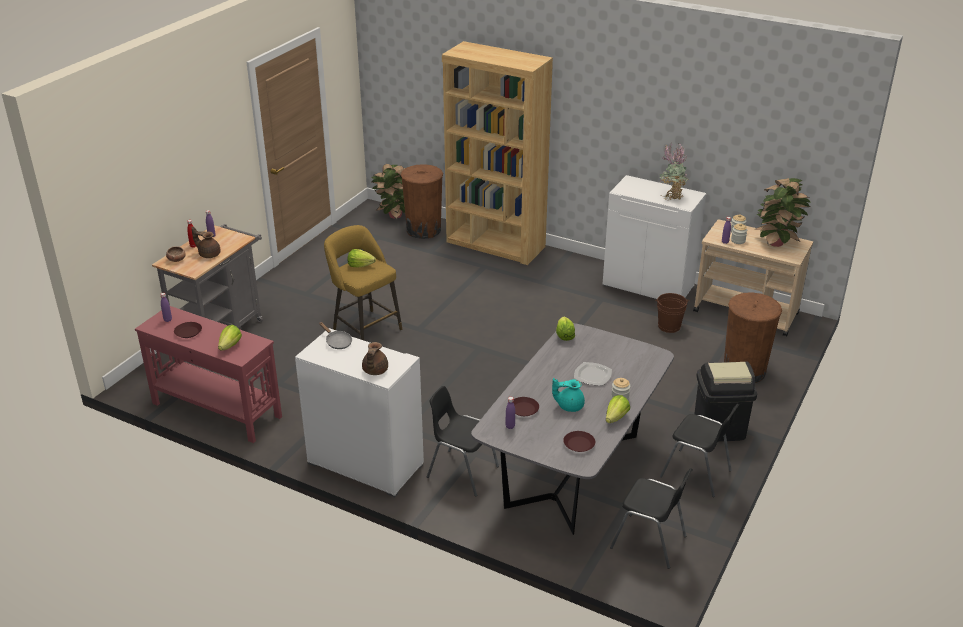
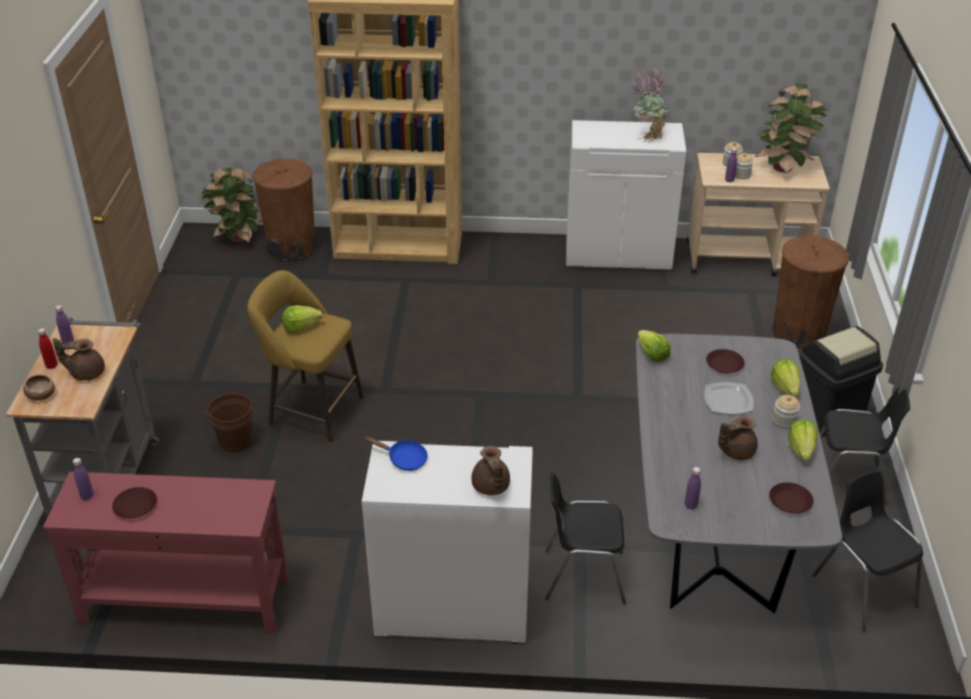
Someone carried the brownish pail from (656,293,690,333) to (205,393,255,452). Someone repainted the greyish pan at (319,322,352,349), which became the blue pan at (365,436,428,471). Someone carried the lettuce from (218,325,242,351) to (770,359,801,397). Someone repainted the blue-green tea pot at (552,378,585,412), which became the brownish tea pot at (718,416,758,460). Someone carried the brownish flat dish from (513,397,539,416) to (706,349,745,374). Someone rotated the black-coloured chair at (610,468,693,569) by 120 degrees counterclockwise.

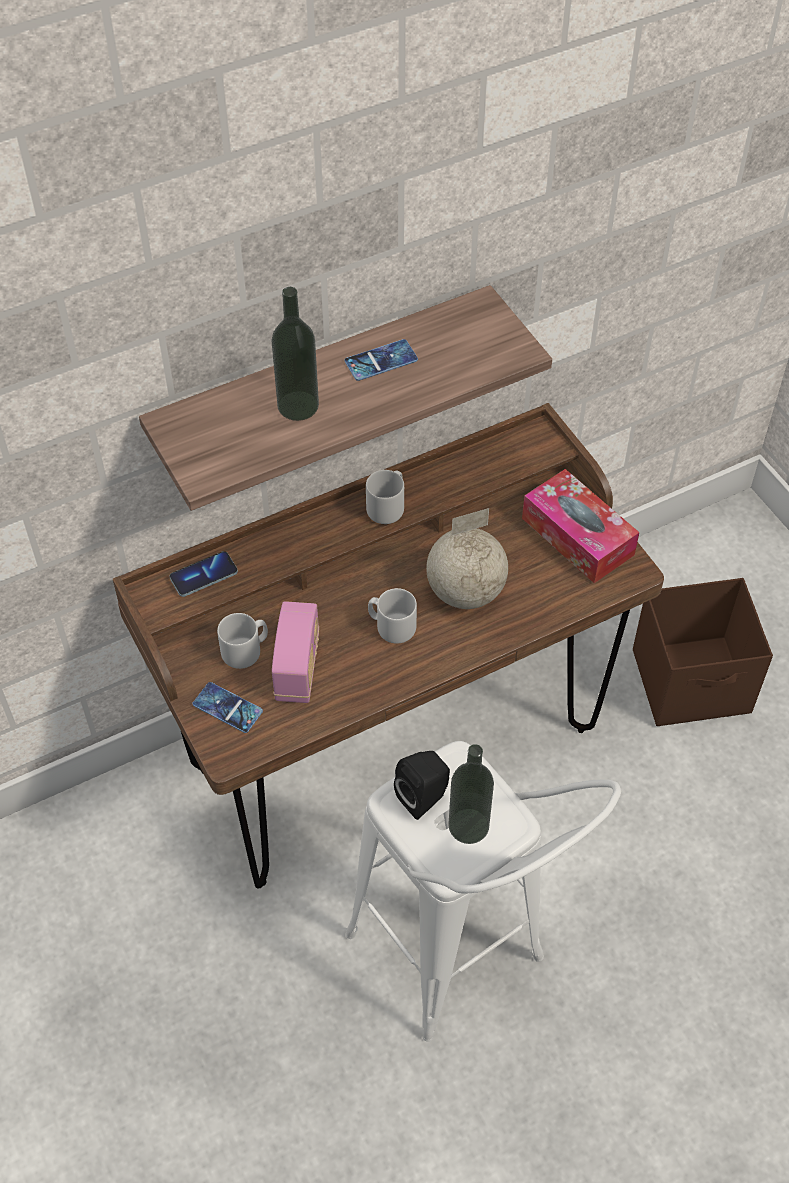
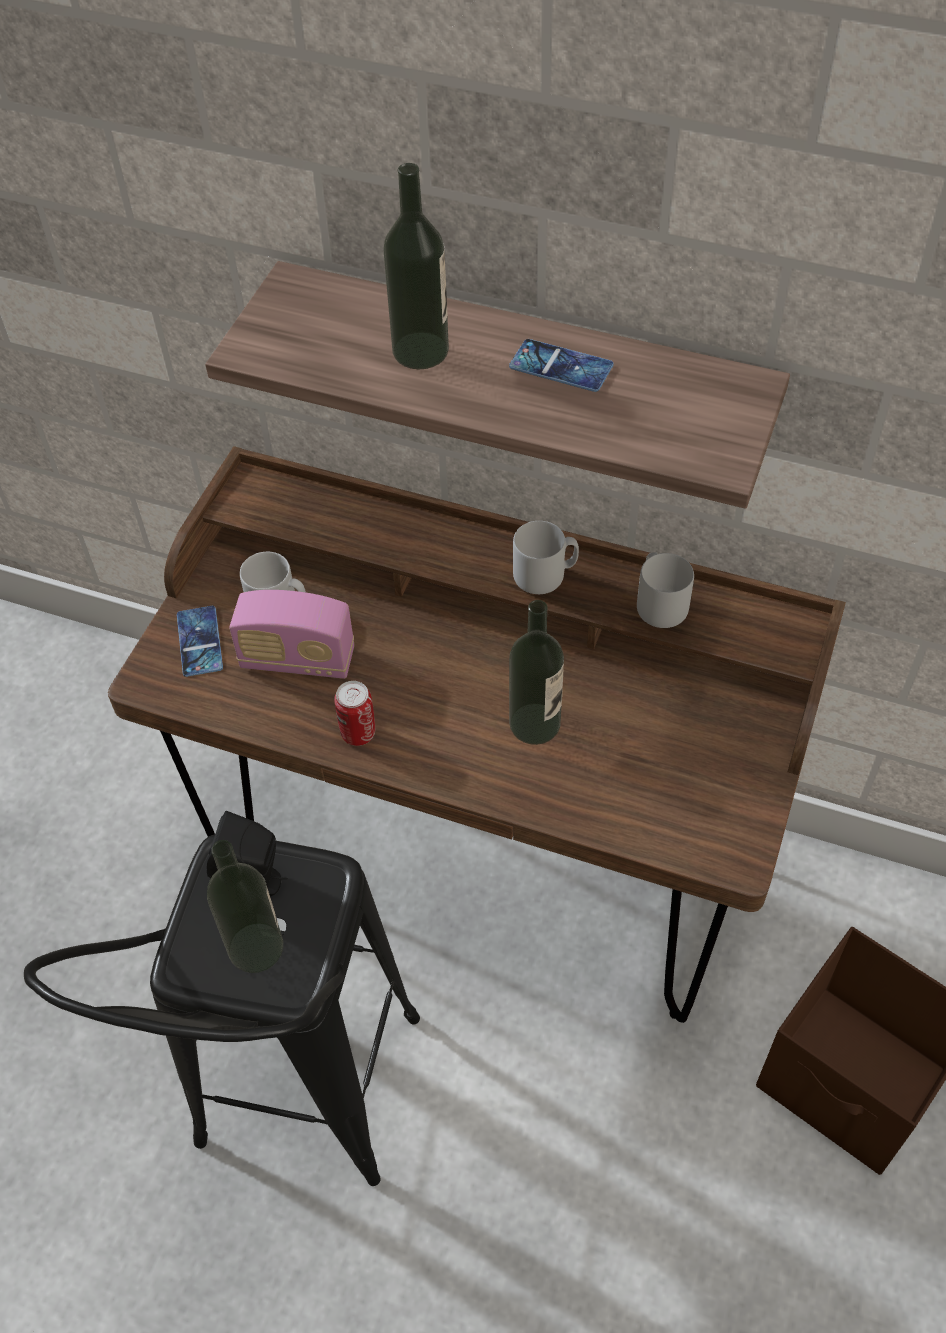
Someone took away the tissue holder at (522,469,640,583). Someone swapped the desk globe at (426,508,508,609) for the beverage bottle at (509,600,564,745). Someone took away the handset at (169,551,238,597). Someone carried the greyish coffee mug from (368,588,417,644) to (637,552,694,628). Someone rotated the radio receiver at (272,601,319,703) by 45 degrees clockwise. Someone repainted the white-coloured sitting stool at (346,741,621,1042), which became the black-coloured sitting stool at (24,834,420,1186). Someone put down the sealed can at (334,681,375,746).

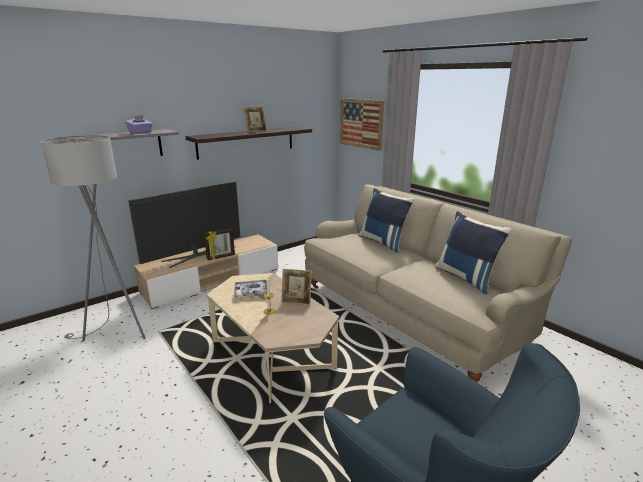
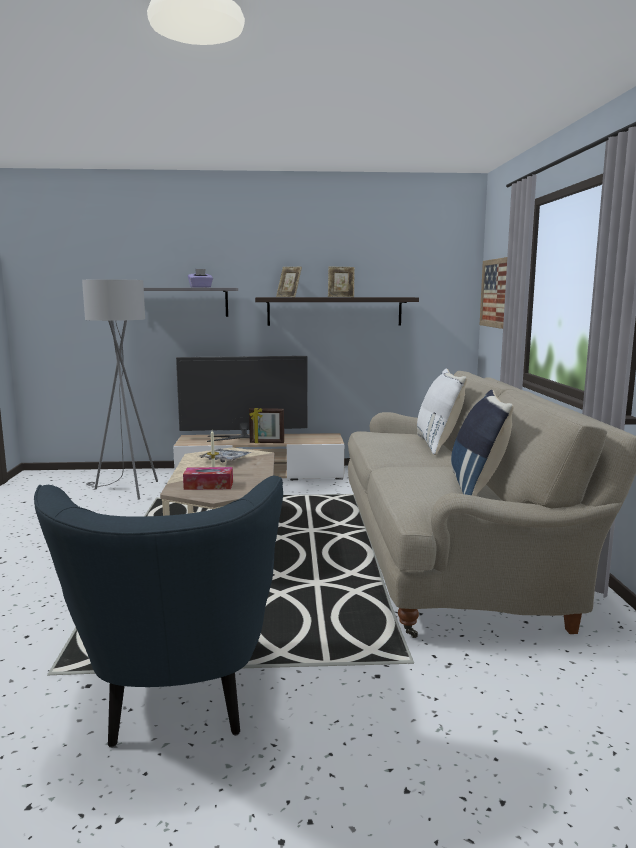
Someone repainted the blue throw pillow at (359,188,414,253), which became the white-coloured throw pillow at (417,369,467,455). Someone carried the standing frame from (281,269,312,305) to (276,267,302,297). Someone put down the tissue holder at (183,467,233,490).

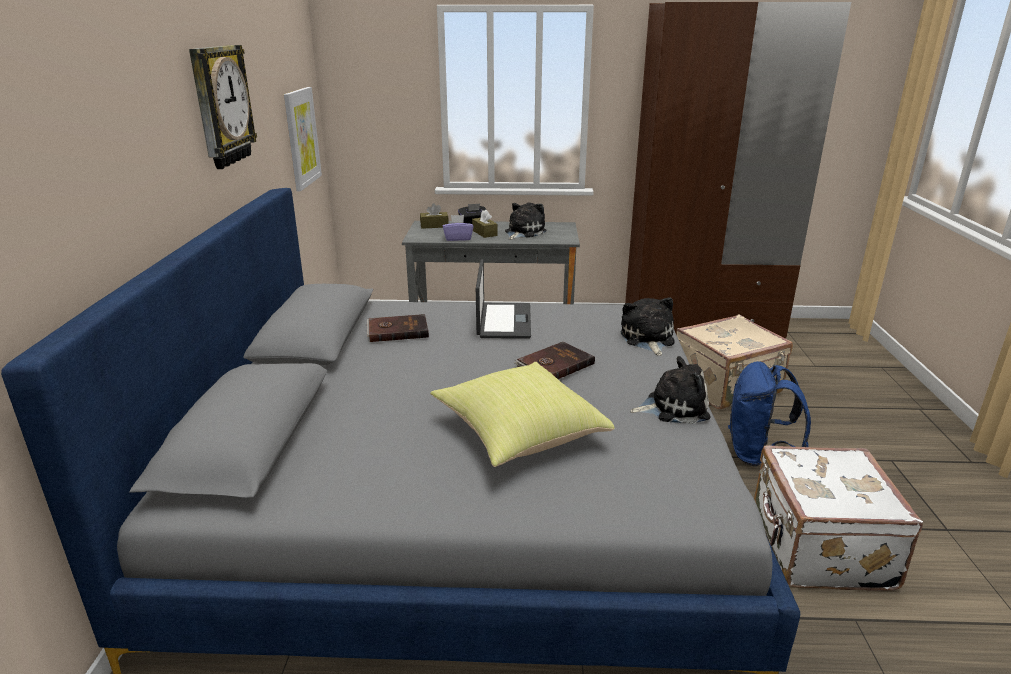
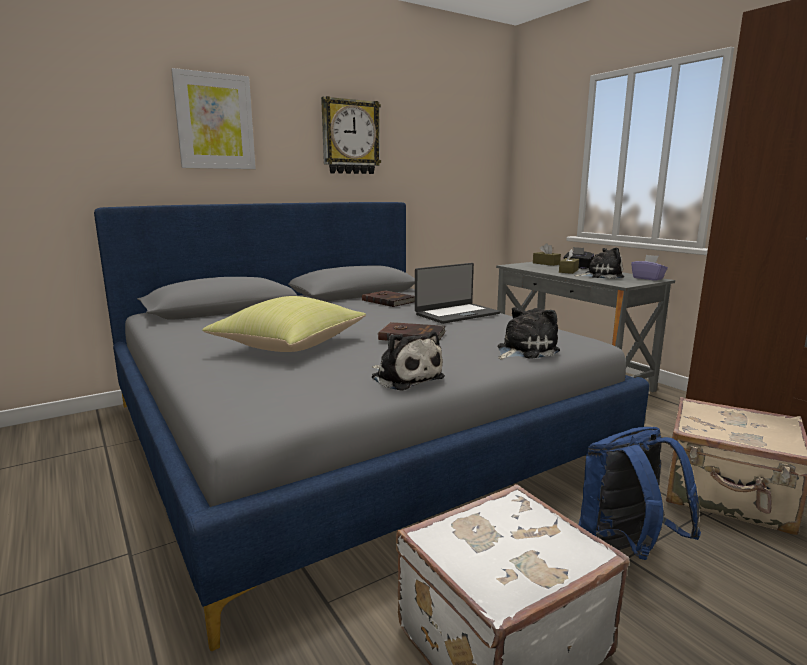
Someone carried the wall picture from (284,87,322,191) to (171,68,256,169). Someone carried the purple-coloured tissue holder from (443,215,474,241) to (631,255,668,281).

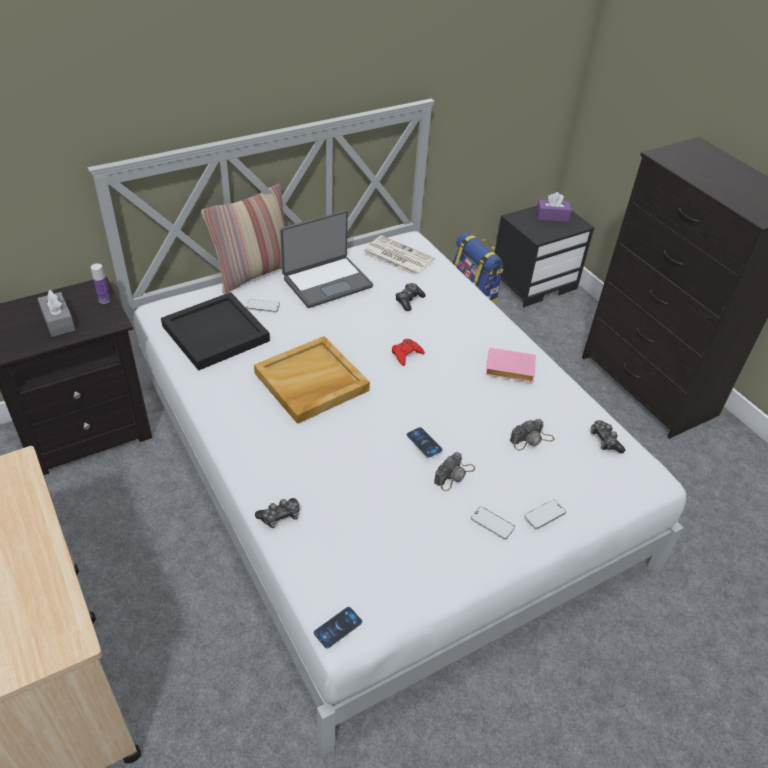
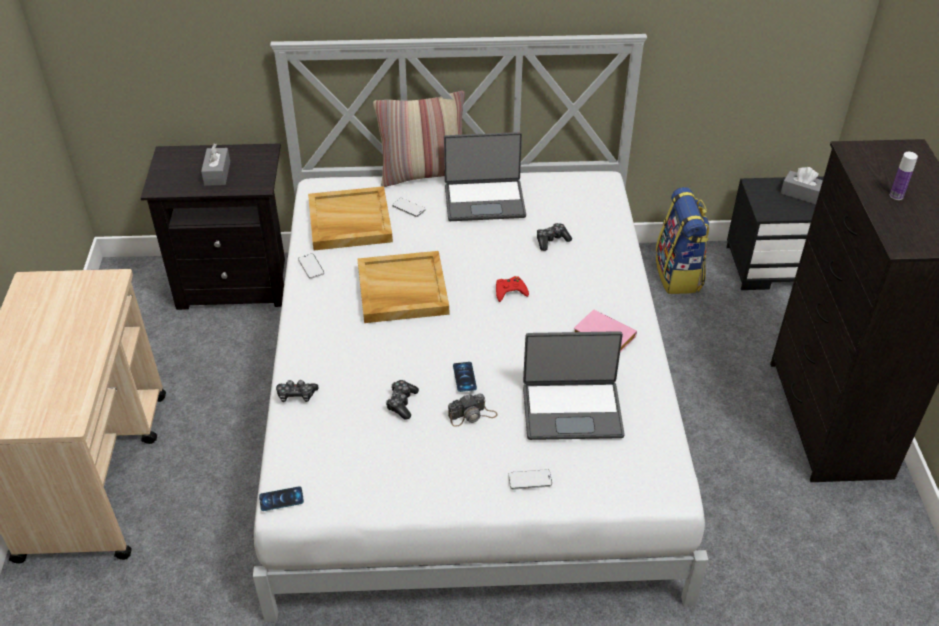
Someone repainted the purple-coloured tissue holder at (536,192,571,222), which became the greyish tissue holder at (781,167,823,204). Someone took away the daily paper at (363,235,435,276). Someone carried the beverage bottle from (91,263,110,304) to (890,152,918,200). Someone repainted the black-coloured tray at (161,292,270,371), which became the beige-coloured tray at (308,186,393,251). Someone swapped the still camera at (510,419,554,450) for the notebook computer at (523,331,625,440). Someone carried the gamepad from (591,420,625,454) to (386,380,419,419). Someone carried the handset from (471,507,515,540) to (298,253,324,279).

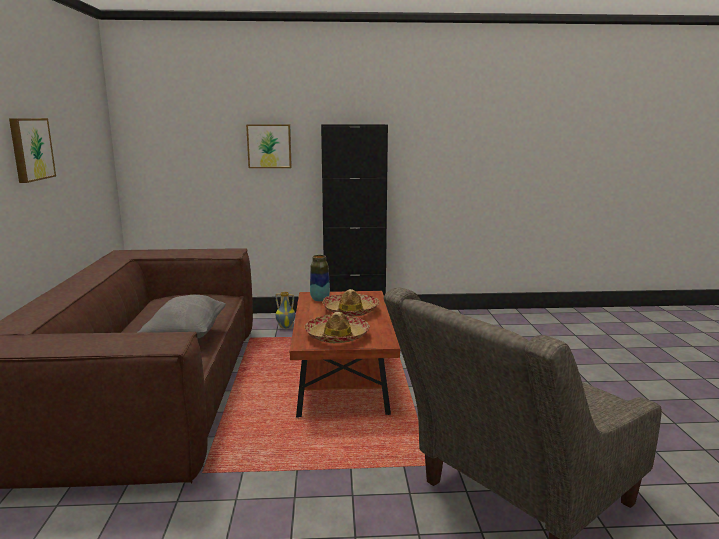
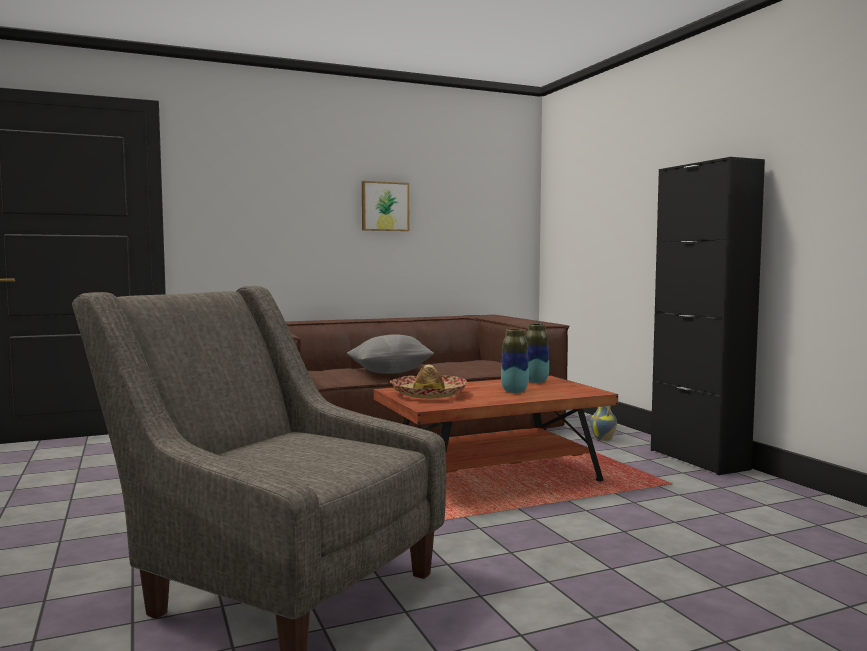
Someone took away the wall picture at (246,124,292,168). Someone swapped the wearable hat at (322,289,380,316) for the decorative vase at (501,329,529,393).

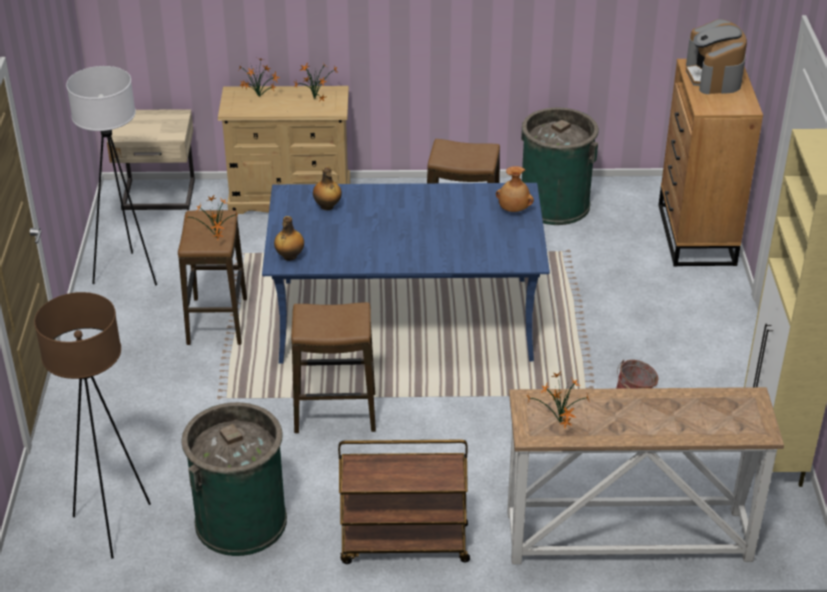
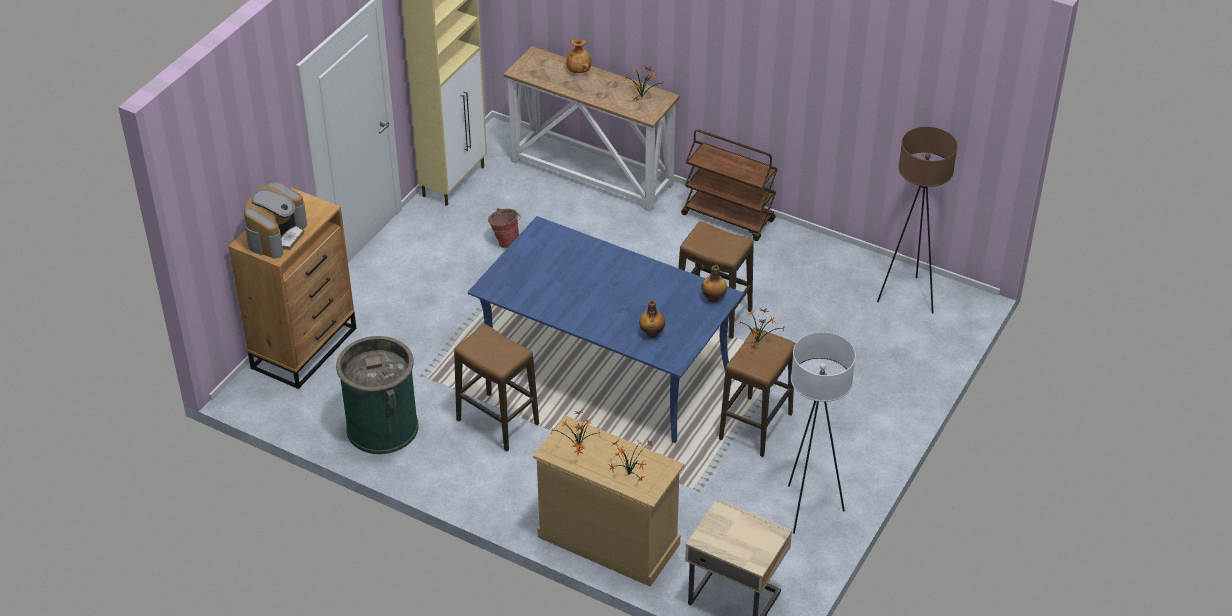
Someone carried the brownish decorative vase from (496,166,534,212) to (566,39,591,73). Someone took away the green-coloured waste bin at (181,402,287,556).

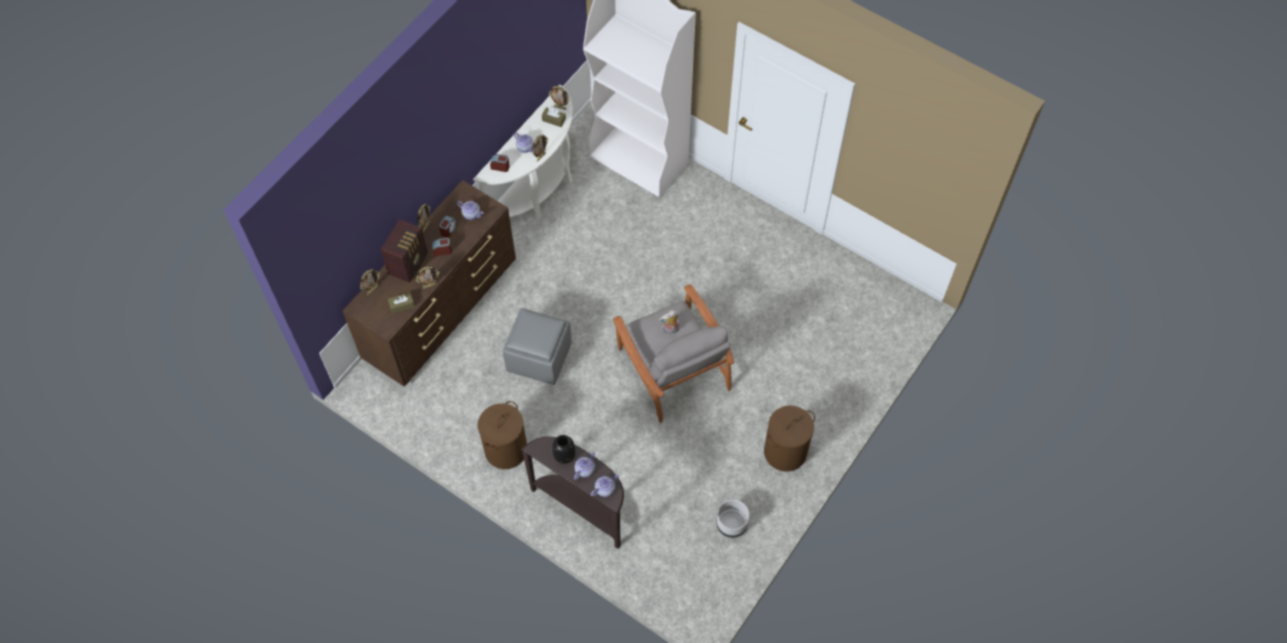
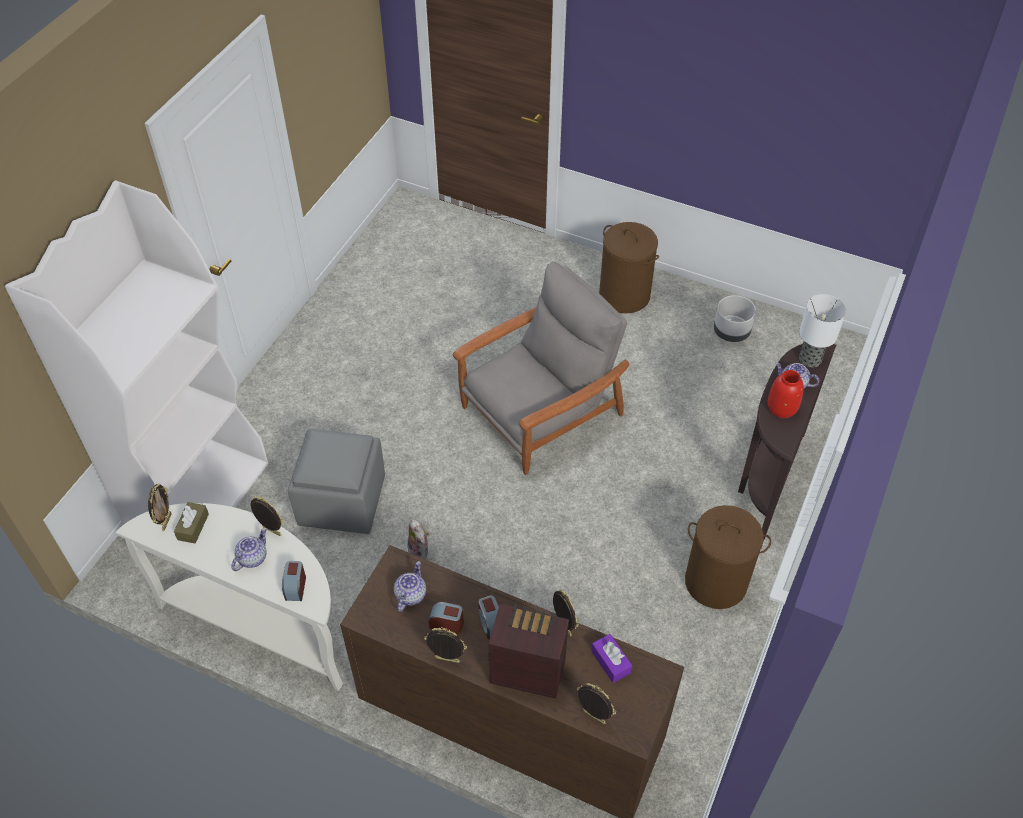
Someone repainted the brownish tissue holder at (388,292,415,314), which became the purple-coloured tissue holder at (591,634,632,683). Someone carried the greyish footrest from (503,308,572,385) to (288,429,385,534). Someone carried the cuddly toy from (659,310,679,334) to (407,519,429,559). Someone repainted the black-coloured decorative vase at (552,435,576,464), which became the red-coloured decorative vase at (768,370,804,418). Someone swapped the tea pot at (591,474,619,497) for the lamp for a table at (799,294,846,367).

